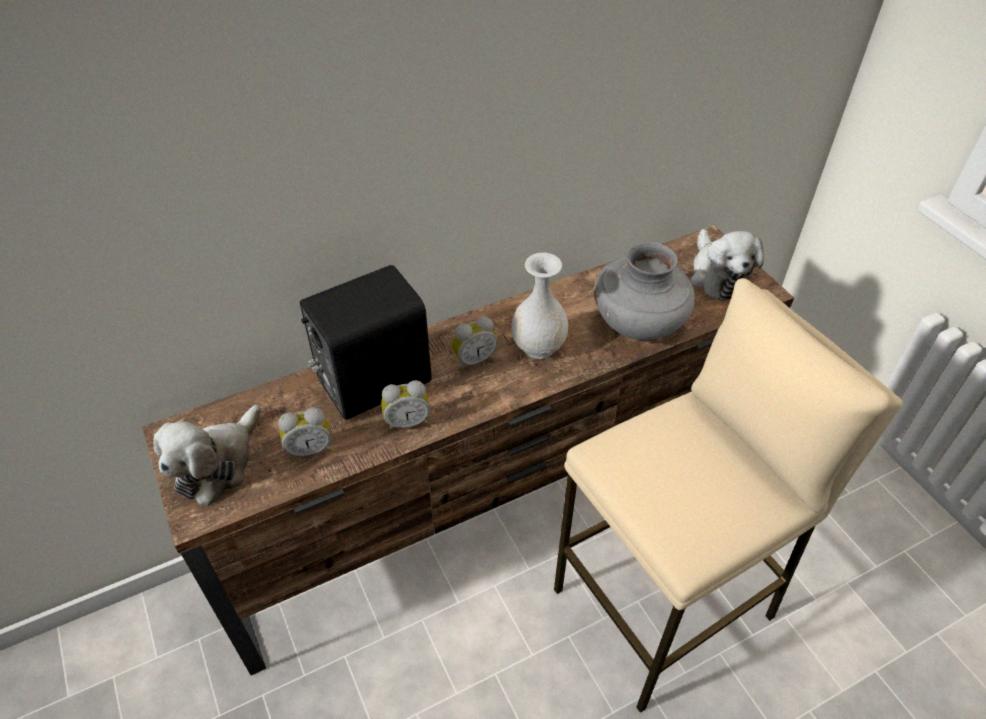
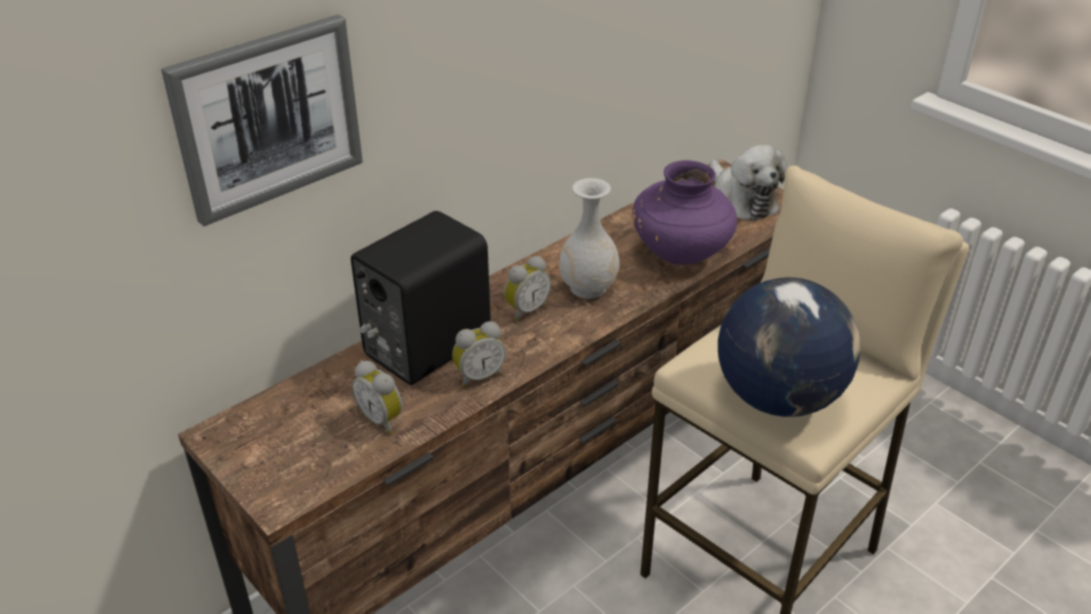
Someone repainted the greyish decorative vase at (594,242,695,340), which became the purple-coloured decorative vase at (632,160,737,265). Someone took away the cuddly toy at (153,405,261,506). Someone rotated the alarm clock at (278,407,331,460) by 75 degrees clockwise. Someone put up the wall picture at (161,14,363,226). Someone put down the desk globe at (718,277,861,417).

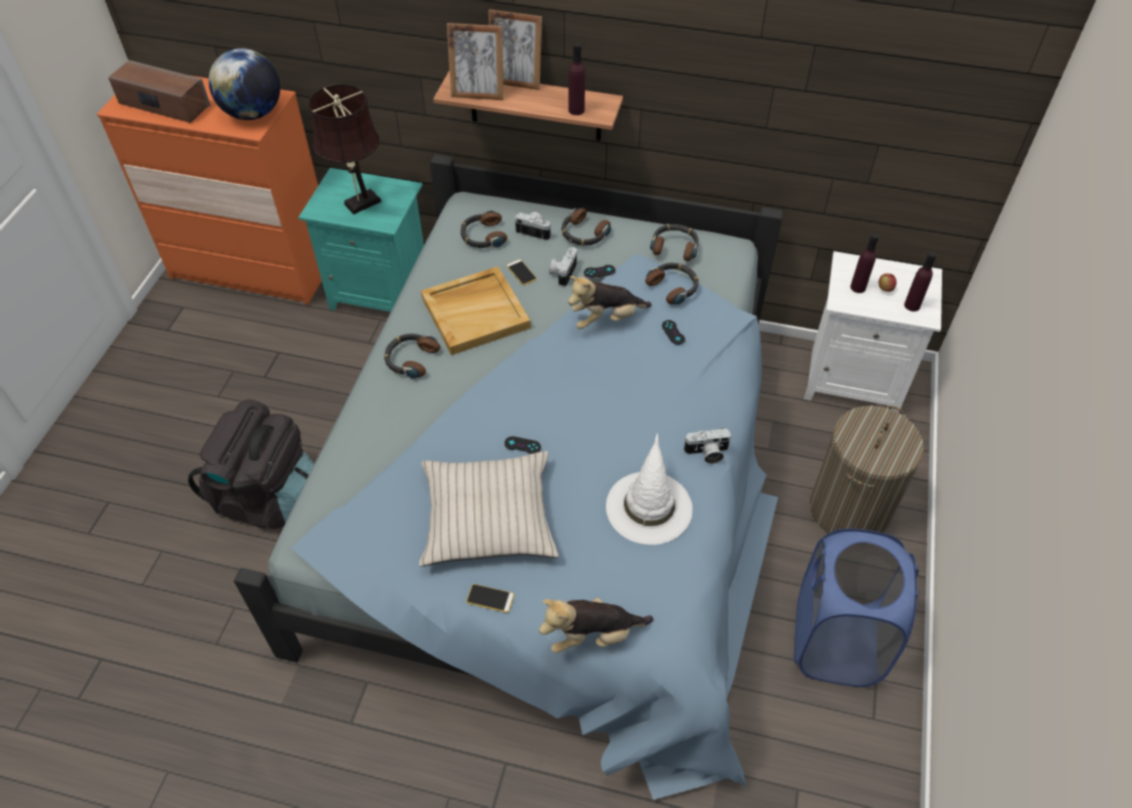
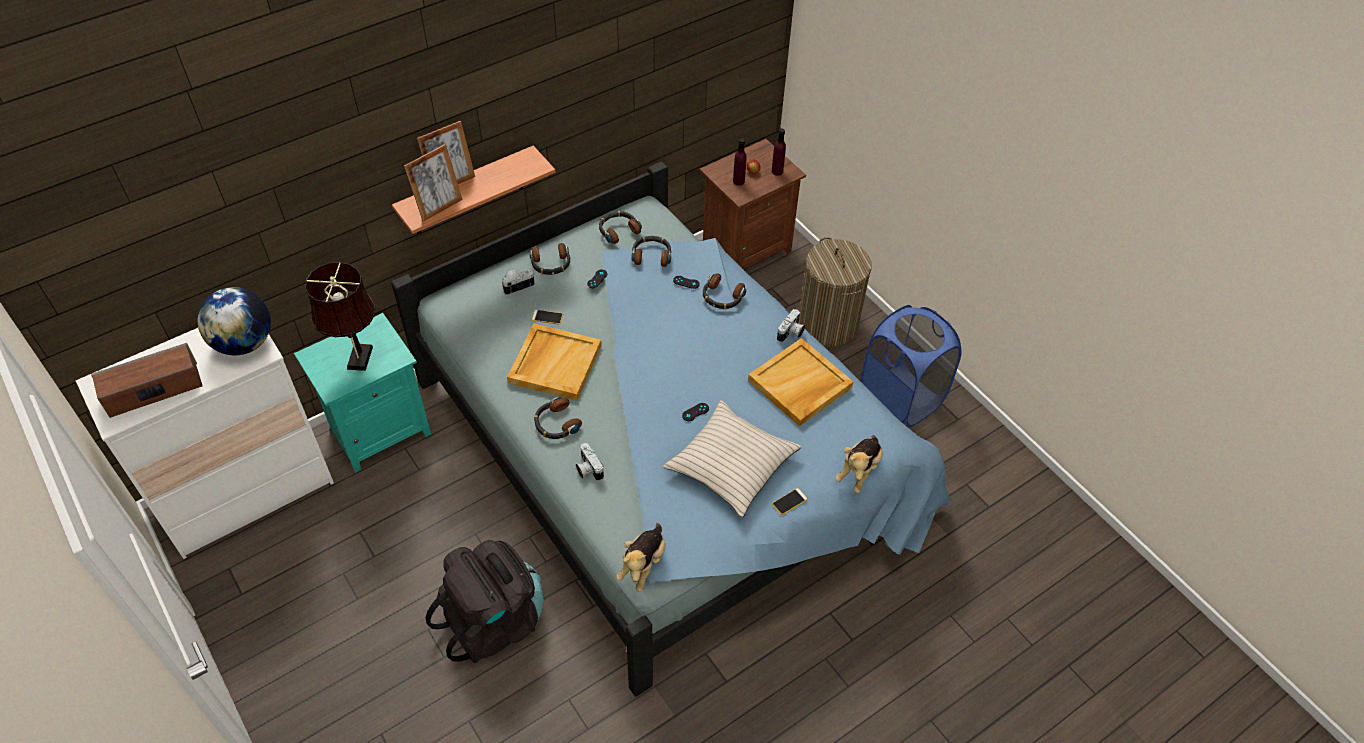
Someone took away the purple-coloured beverage bottle at (569,43,585,115). Someone repainted the orange-coloured drawer chest at (97,75,322,305), which became the white-coloured drawer chest at (76,328,334,559). Someone carried the headset from (460,210,507,248) to (703,273,746,309). Someone carried the still camera from (549,247,577,287) to (576,443,604,481). Someone repainted the white-coloured bedside table at (804,251,942,413), which became the brownish bedside table at (699,139,806,269). Someone carried the cuddly toy from (568,276,652,329) to (616,523,666,592). Someone swapped the white-coloured wearable hat at (606,433,693,545) for the beige-coloured tray at (748,338,854,426).

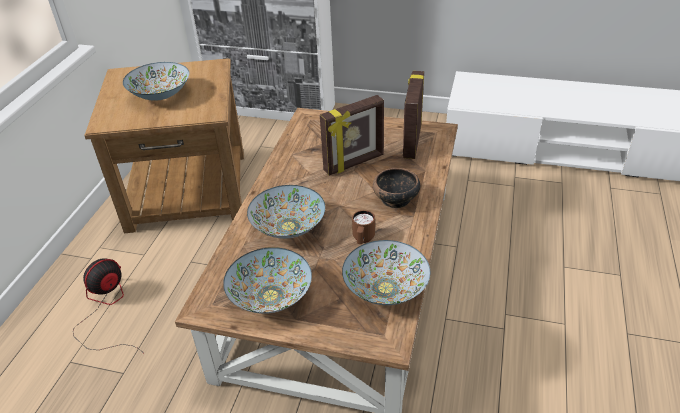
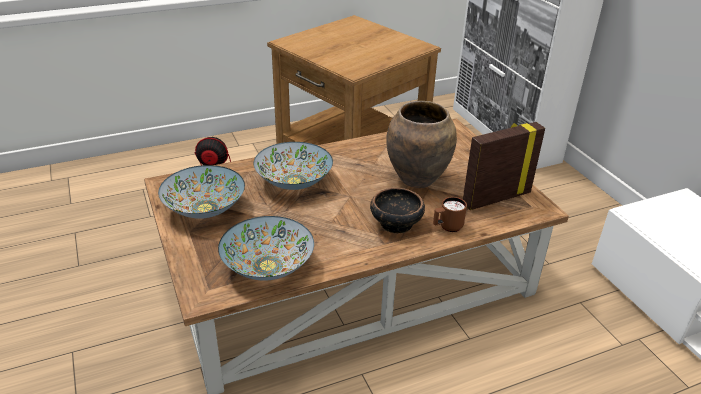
Someone took away the serving bowl at (123,62,189,101). Someone swapped the standing frame at (320,95,384,176) for the brownish decorative vase at (386,101,457,188). Someone carried the brownish coffee mug from (352,210,375,244) to (433,197,467,232).

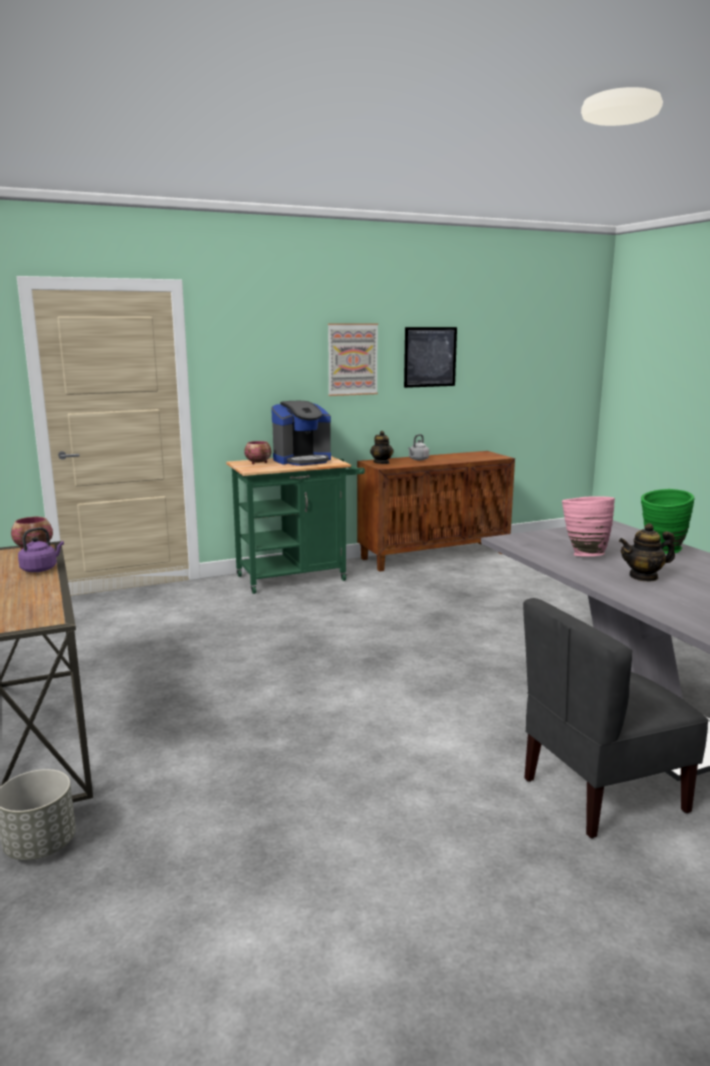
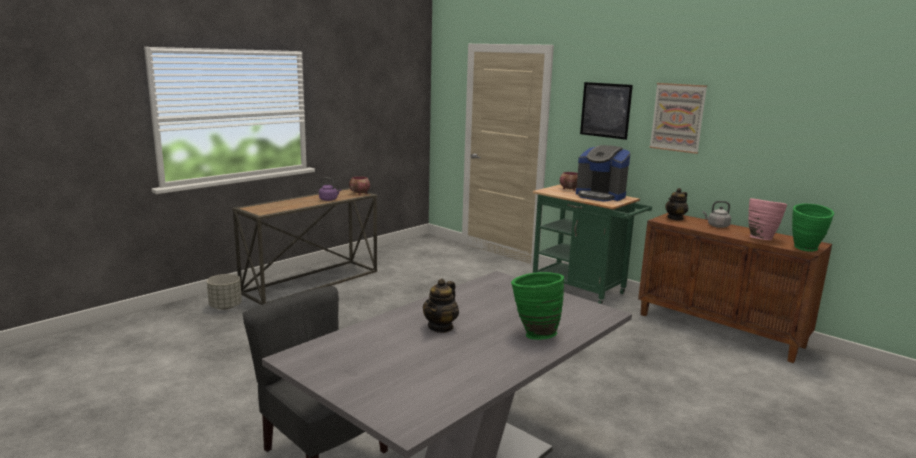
Someone carried the wall picture from (404,327,457,388) to (580,82,633,140). Someone carried the pink decorative vase from (562,496,615,556) to (748,198,787,240). Someone rotated the tea pot at (619,523,675,582) by 120 degrees counterclockwise. Someone put down the green-coloured decorative vase at (792,204,834,251).

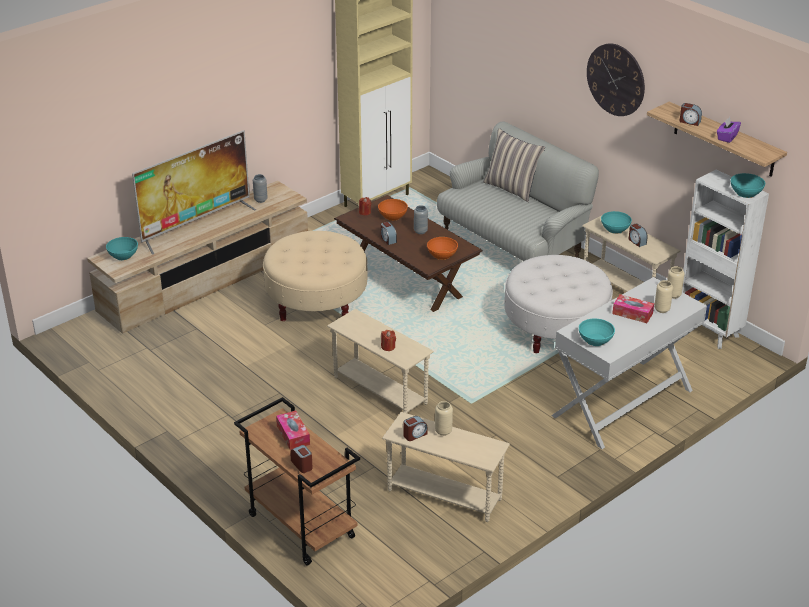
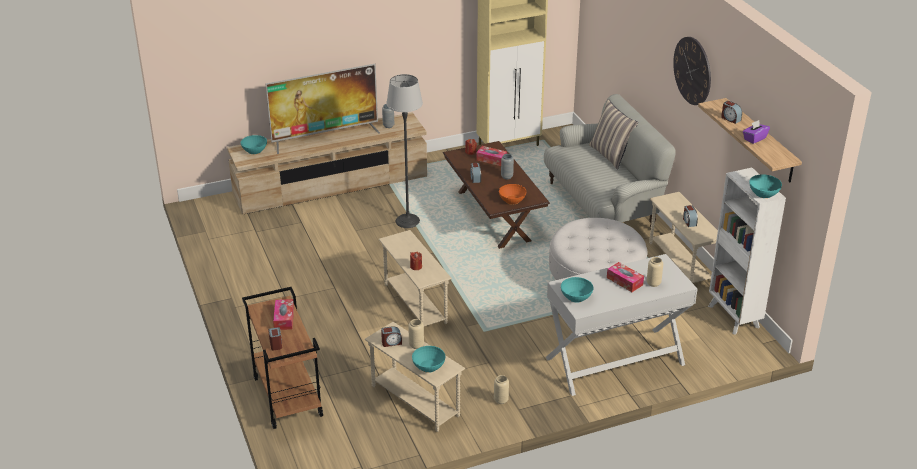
Someone swapped the orange-coloured serving bowl at (378,199,408,221) for the tissue holder at (476,146,507,166). Someone carried the blue-green serving bowl from (601,211,632,234) to (412,346,445,373). Someone swapped the beige-coloured footrest at (263,231,368,321) for the standing lamp at (386,74,423,228). Someone carried the beige-coloured decorative vase from (667,266,685,299) to (494,375,509,404).

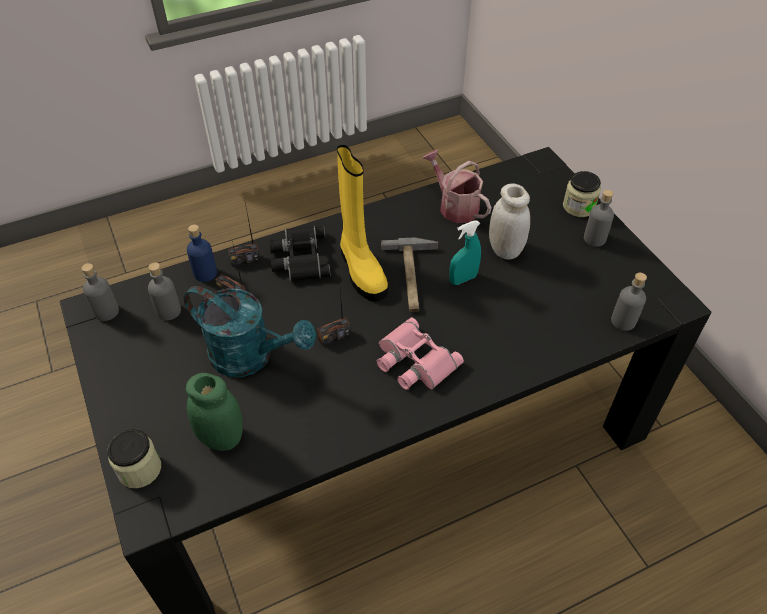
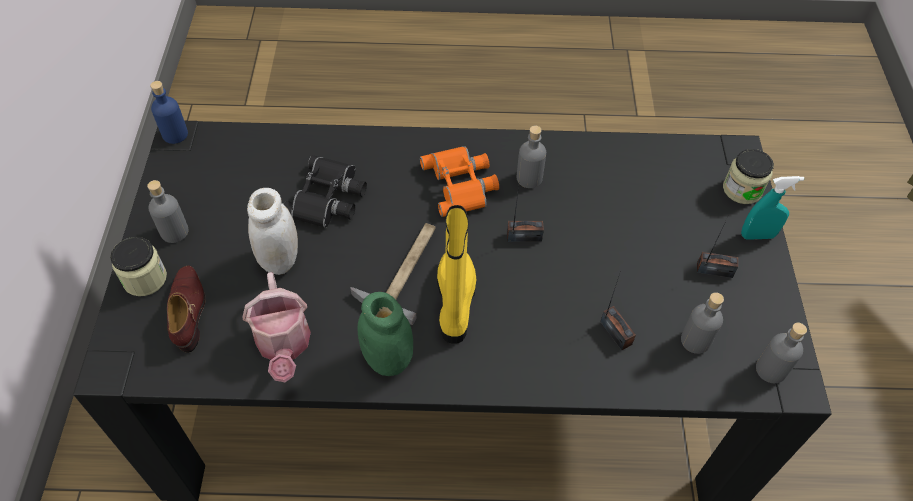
Someone carried the radio receiver from (228,198,260,267) to (697,217,738,278). Someone carried the blue-green hand sprayer from (449,220,481,285) to (741,176,804,240). Someone carried the blue beverage bottle from (187,224,217,282) to (150,81,188,144). Someone carried the black-coloured field glasses from (269,226,330,281) to (283,155,367,228). Someone carried the greyish beverage bottle from (611,273,647,331) to (517,126,546,188). Someone took away the blue-green sprinkling can at (184,286,316,377). Someone repainted the pink field glasses at (377,317,464,390), which became the orange-coloured field glasses at (420,146,499,217). Someone carried the green-coloured storage jar from (186,373,243,451) to (357,292,413,376). Someone put down the brownish item of footwear at (167,265,206,353).

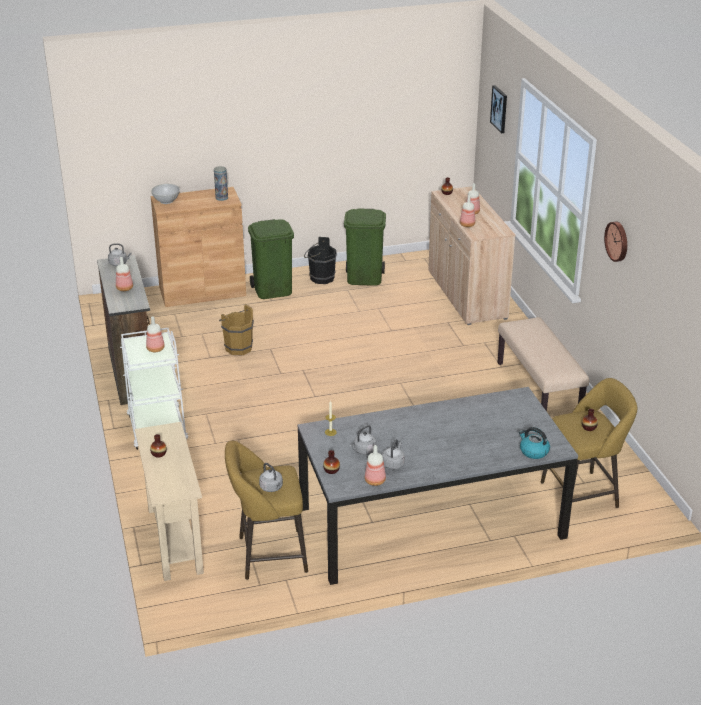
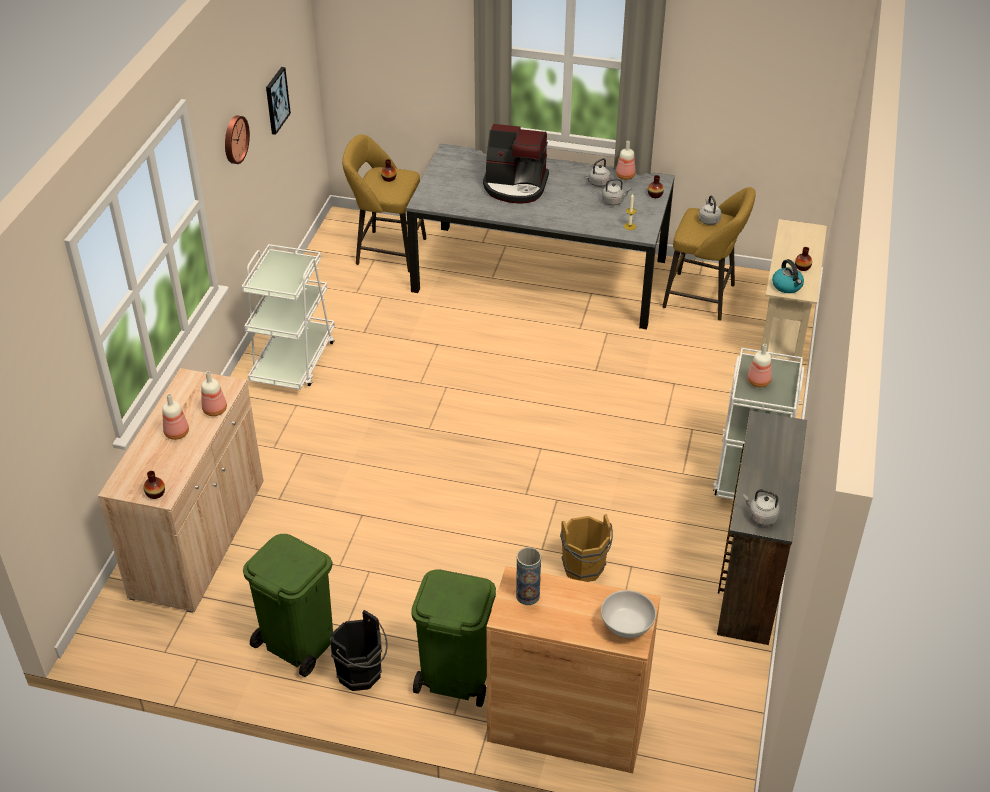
Someone carried the wall picture from (490,85,507,134) to (266,67,291,135). Someone took away the beverage bottle at (116,257,133,291). Someone swapped the beige-coloured indoor bench at (498,317,589,411) for the white-coloured wheeled cart at (242,244,335,390). Someone carried the kettle from (519,427,550,459) to (772,259,804,293). Someone put down the coffee brewer at (483,124,549,203).

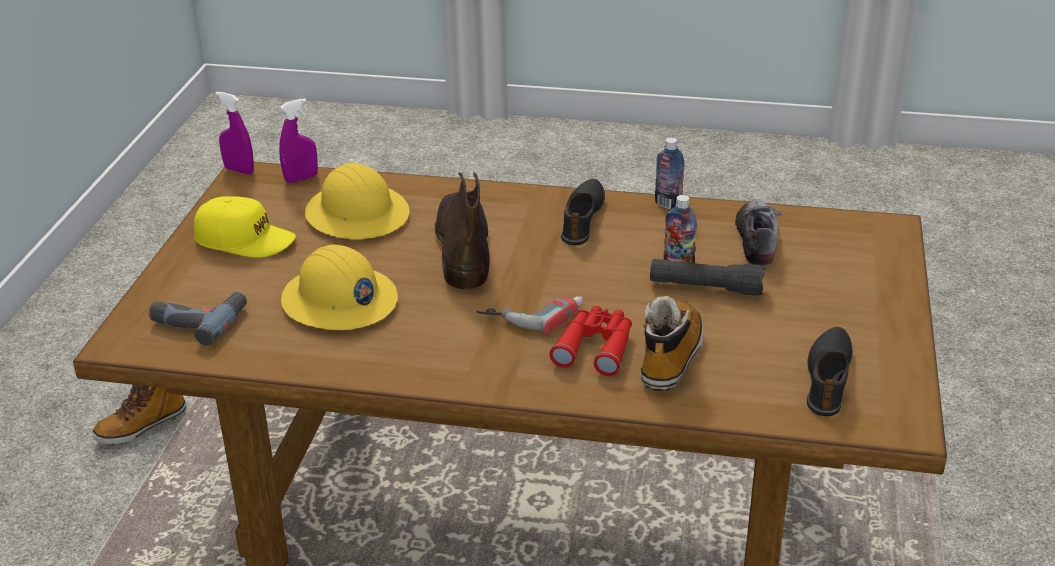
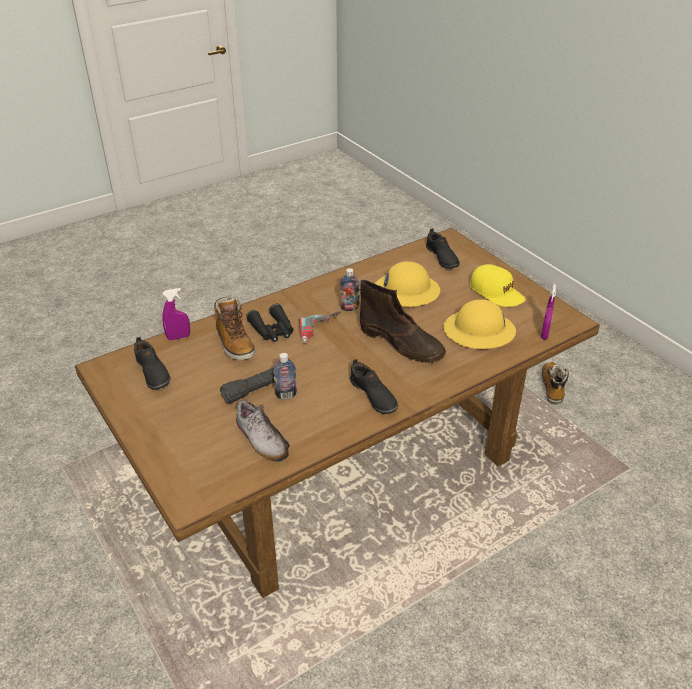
Someone carried the purple-coloured hand sprayer from (215,92,254,174) to (162,288,190,340). Someone carried the beverage bottle from (655,138,684,210) to (340,268,360,311). Someone rotated the yellow-coloured baseball cap at (194,196,296,258) by 105 degrees counterclockwise. Someone swapped the electric drill at (149,292,247,346) for the black-coloured item of footwear at (426,228,460,269). Someone repainted the red-coloured field glasses at (549,306,632,376), which became the black-coloured field glasses at (246,304,294,342).

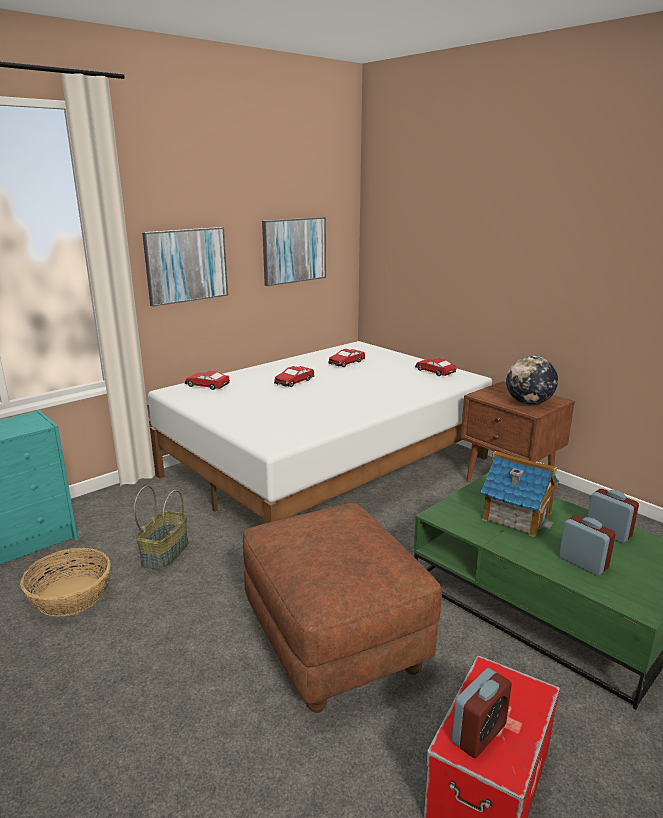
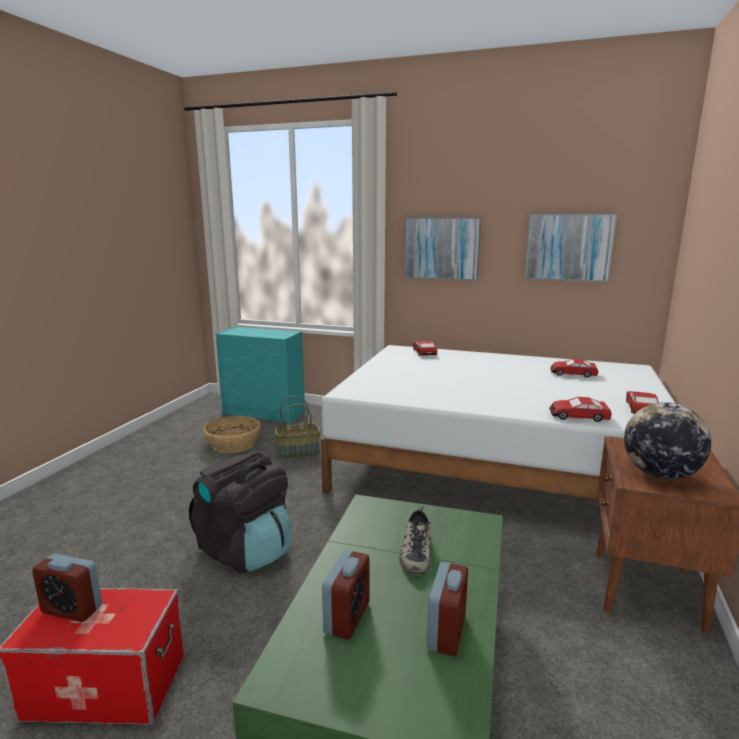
Someone carried the miniature car from (274,366,314,387) to (549,397,612,422). Someone swapped the miniature house at (481,451,559,537) for the item of footwear at (399,505,431,575). Someone swapped the brownish footrest at (243,503,442,713) for the black-coloured rucksack at (189,451,292,573).

